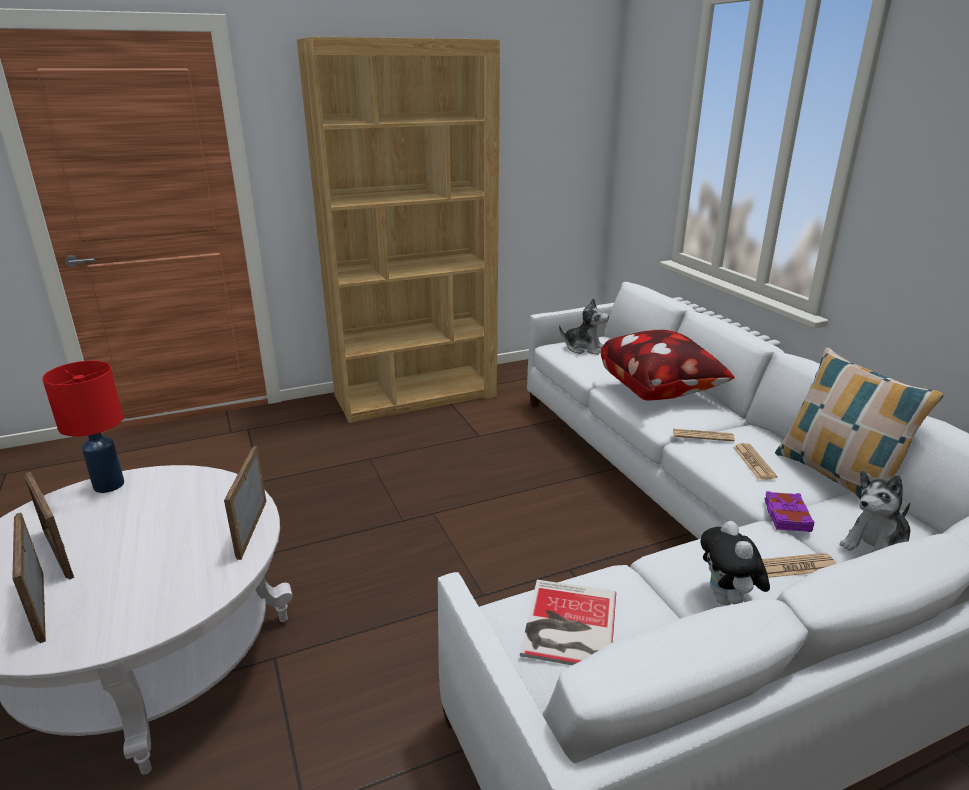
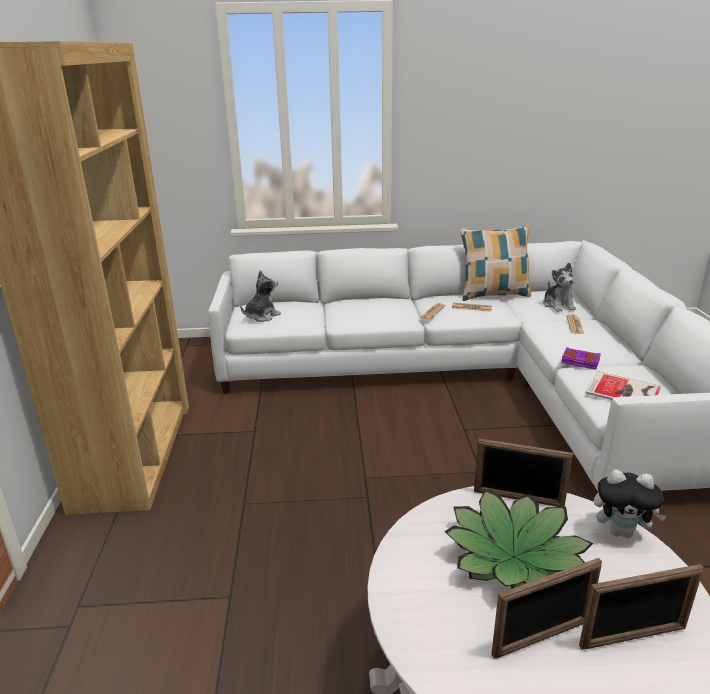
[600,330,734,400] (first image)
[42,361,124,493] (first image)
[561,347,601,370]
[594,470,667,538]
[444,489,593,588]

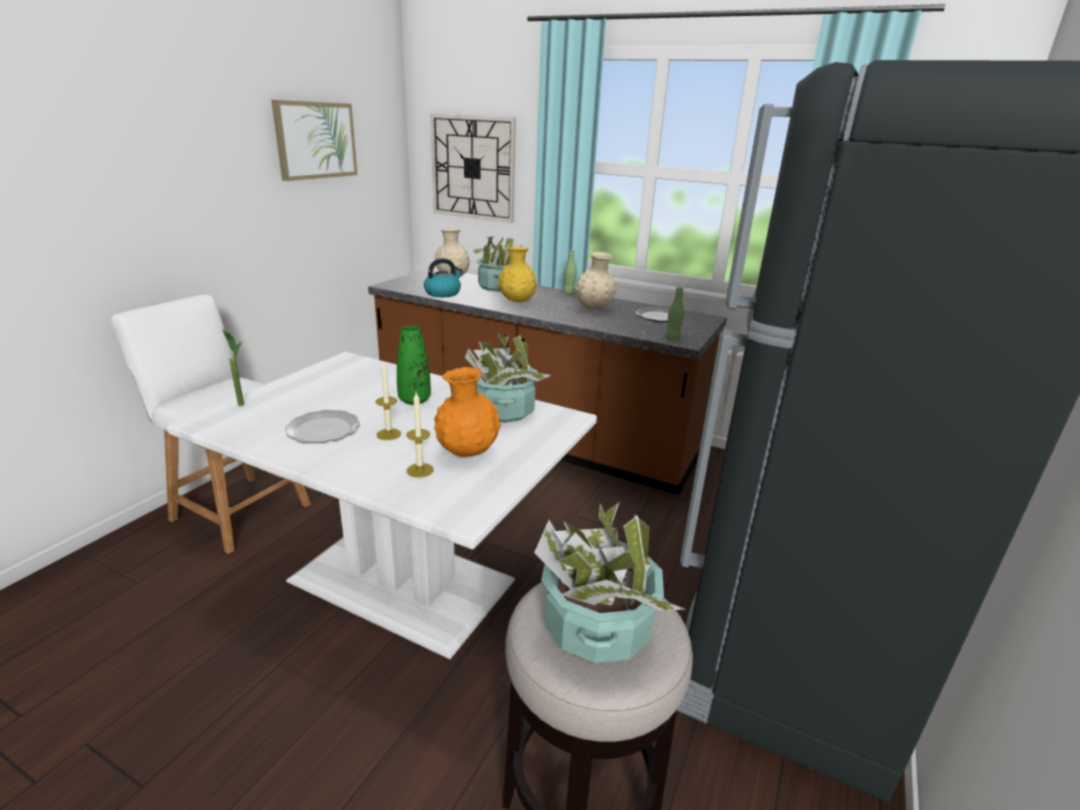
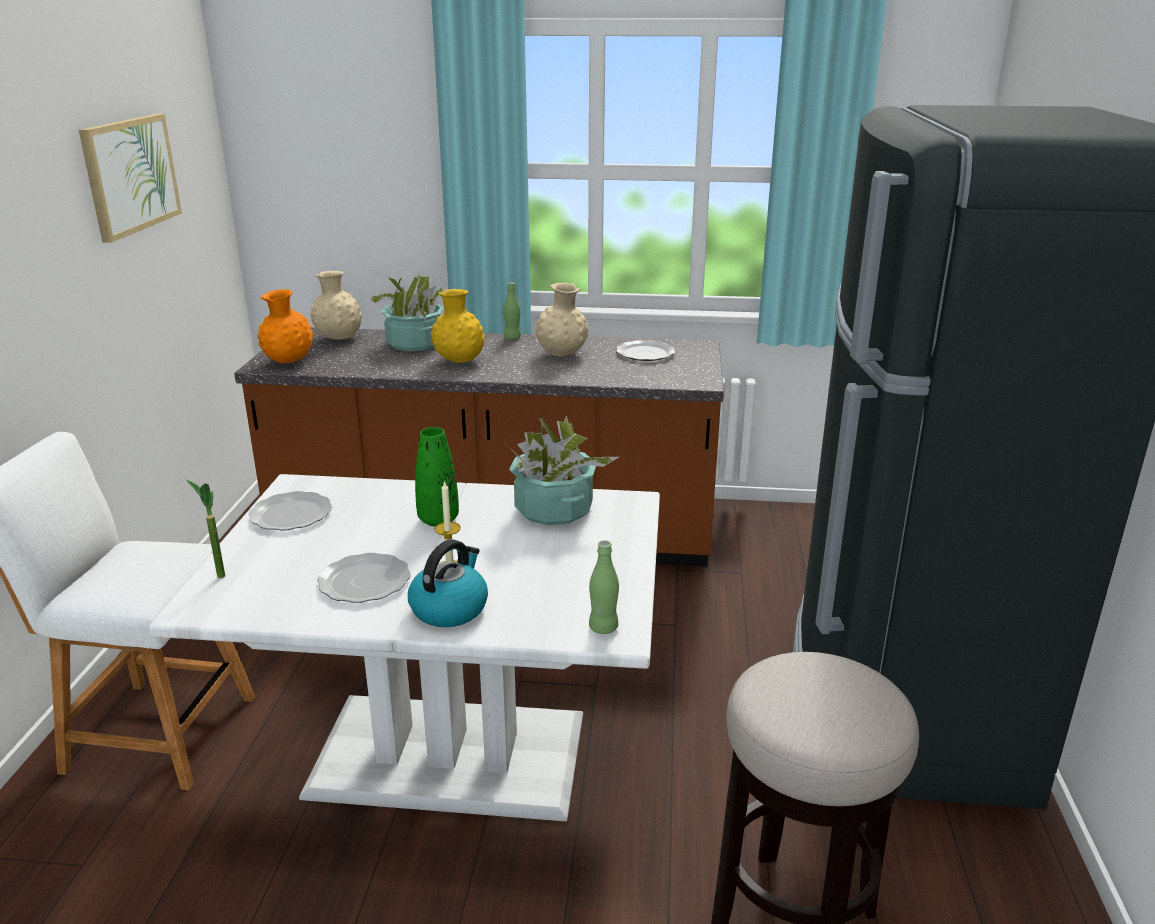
[430,114,516,223] (first image)
[408,539,488,627]
[589,540,619,634]
[257,289,314,364]
[407,393,434,478] (first image)
[534,502,686,663] (first image)
[248,491,332,531]

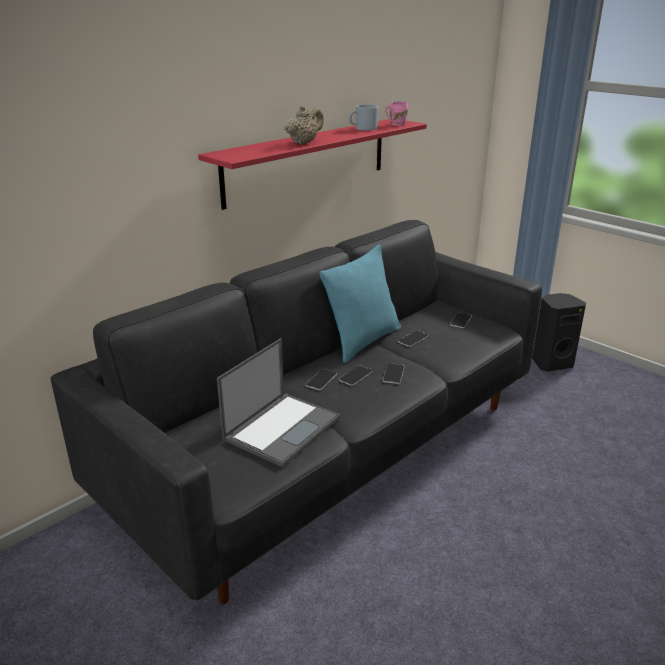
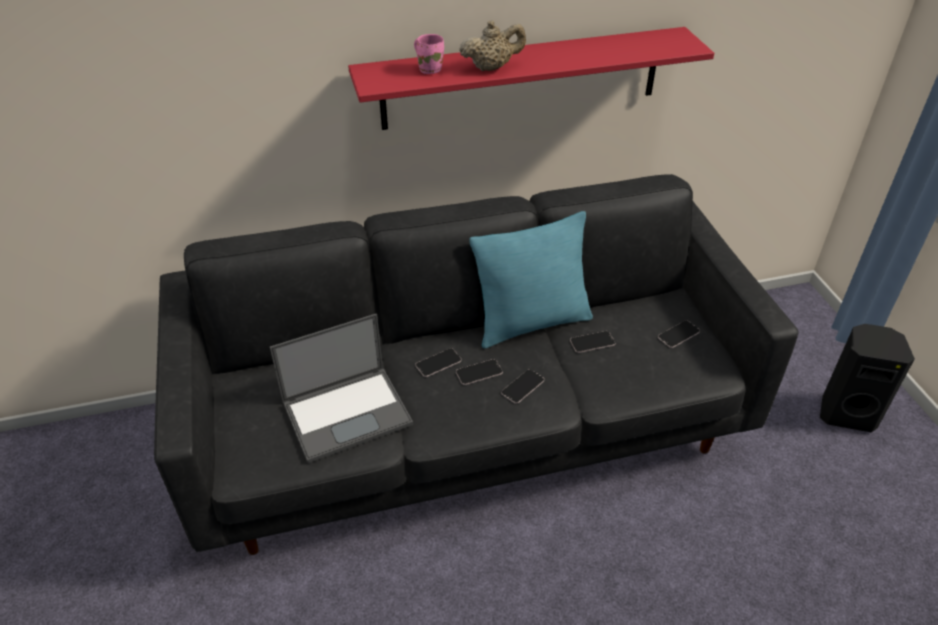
[414,34,444,74]
[349,104,378,131] (first image)

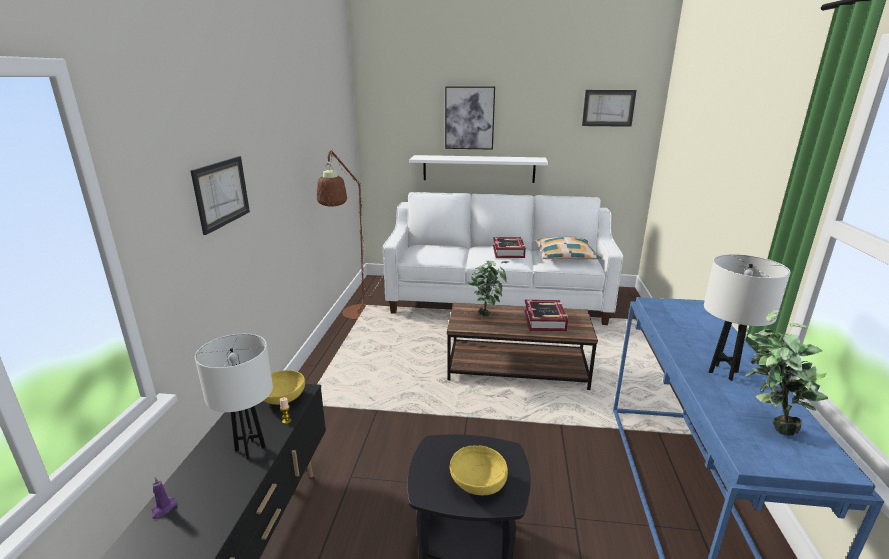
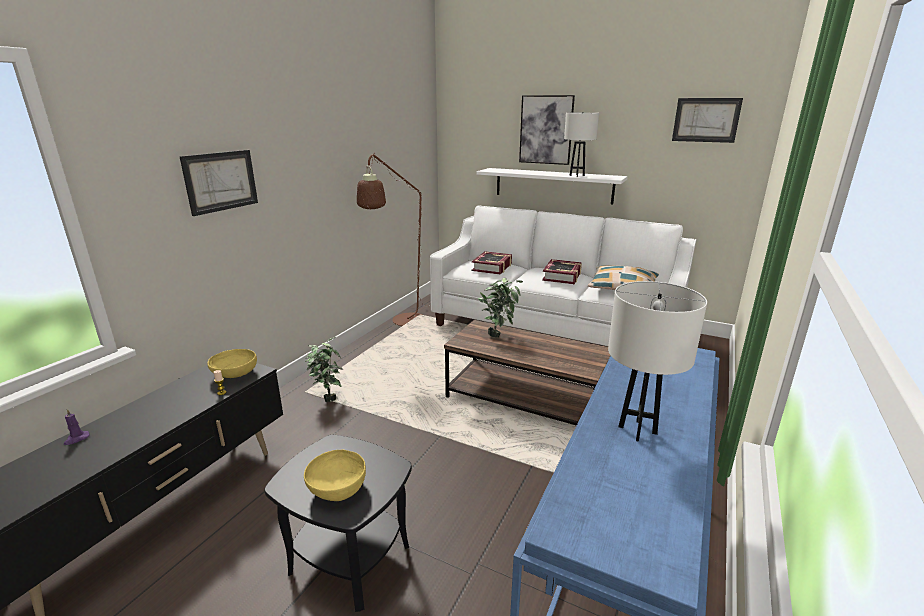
[472,251,512,275]
[305,337,343,402]
[564,112,599,177]

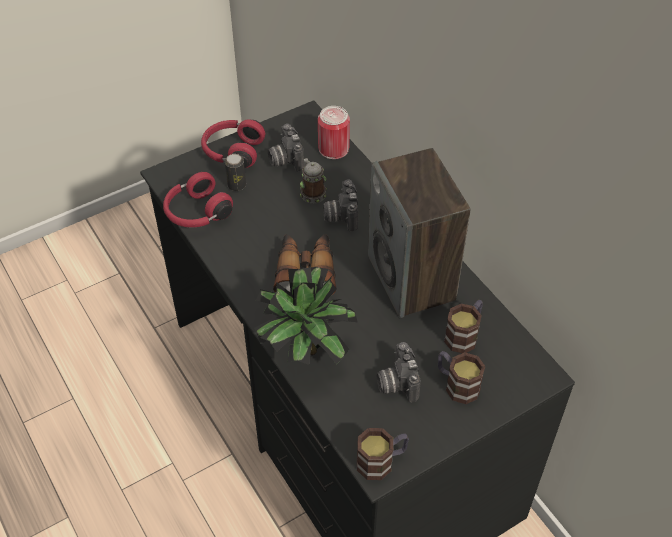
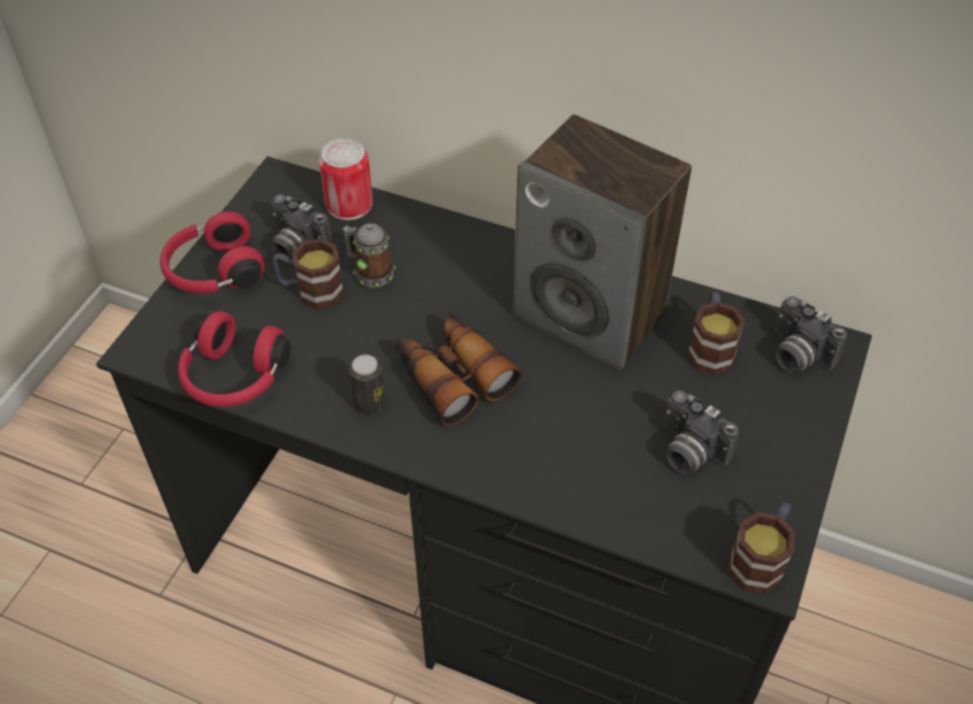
[349,355,386,415]
[775,296,847,373]
[254,267,357,365] (first image)
[272,239,344,309]

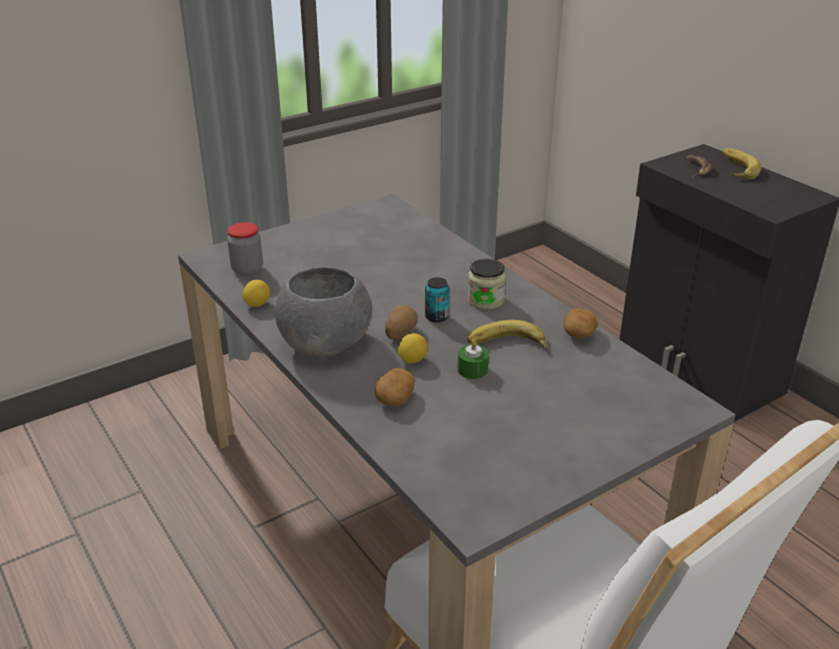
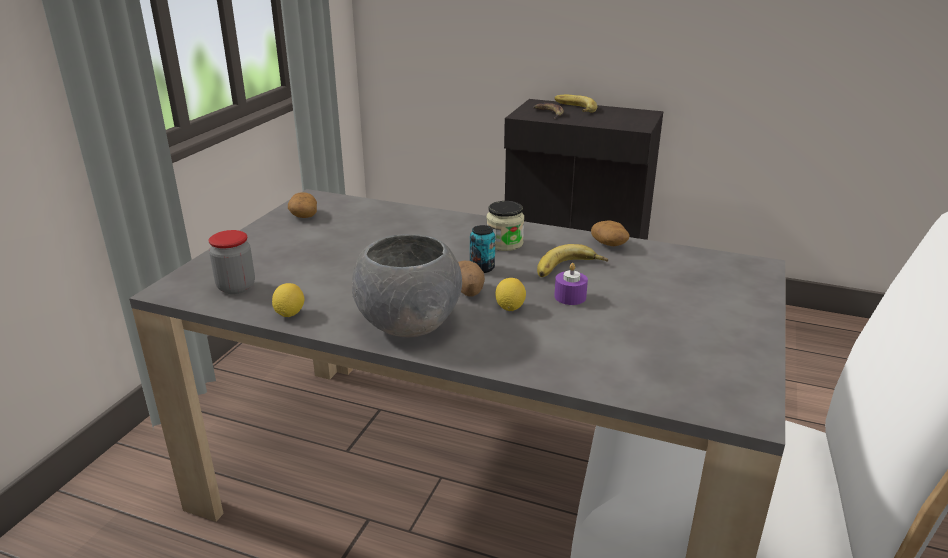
[554,263,588,305]
[288,192,317,218]

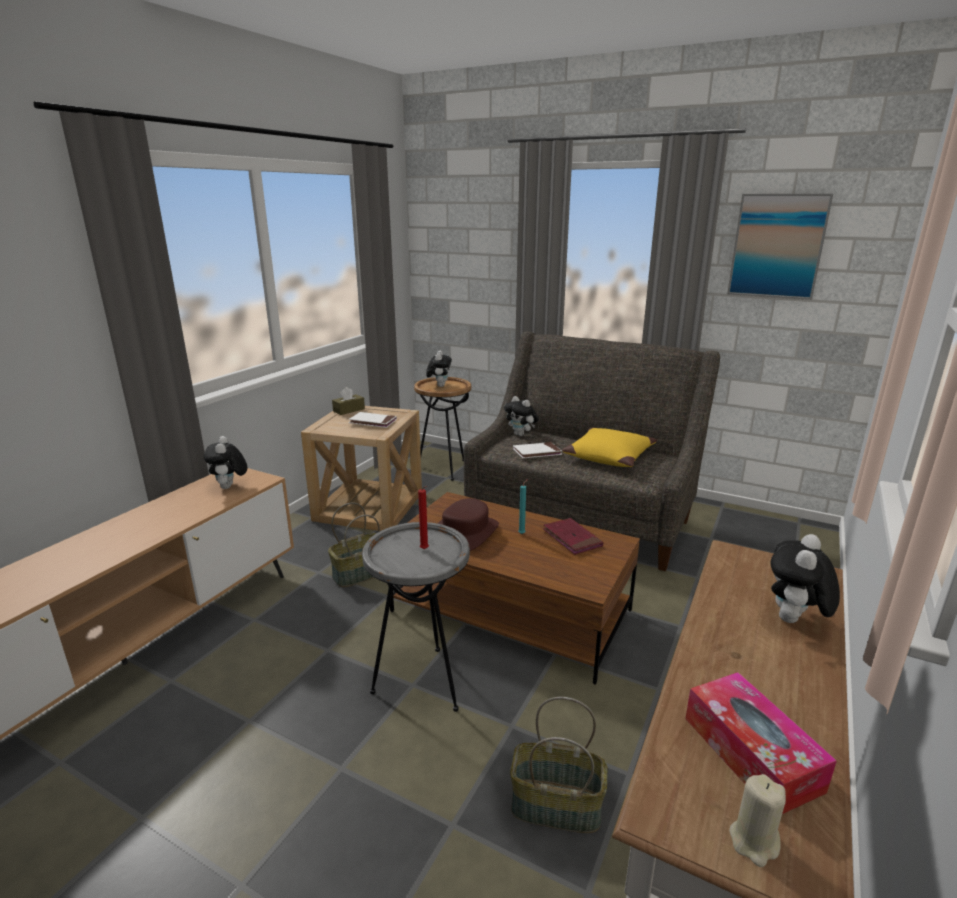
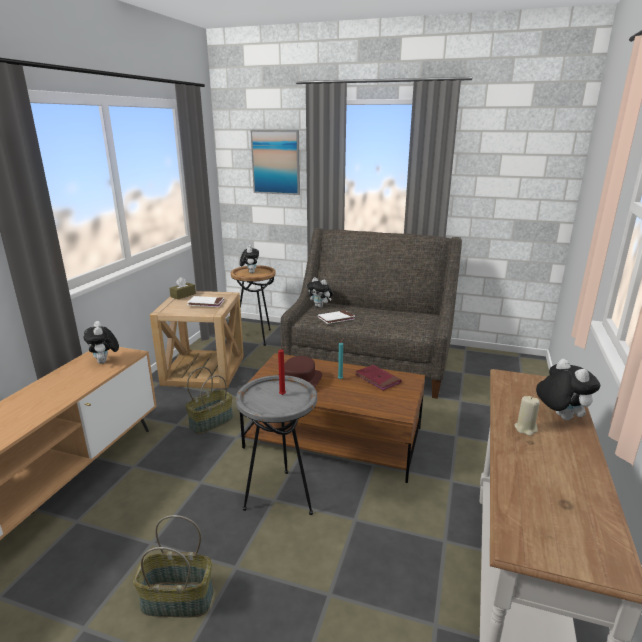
[250,130,300,195]
[562,428,657,467] (first image)
[536,359,600,420]
[685,672,837,814] (first image)
[133,515,213,617]
[514,396,540,436]

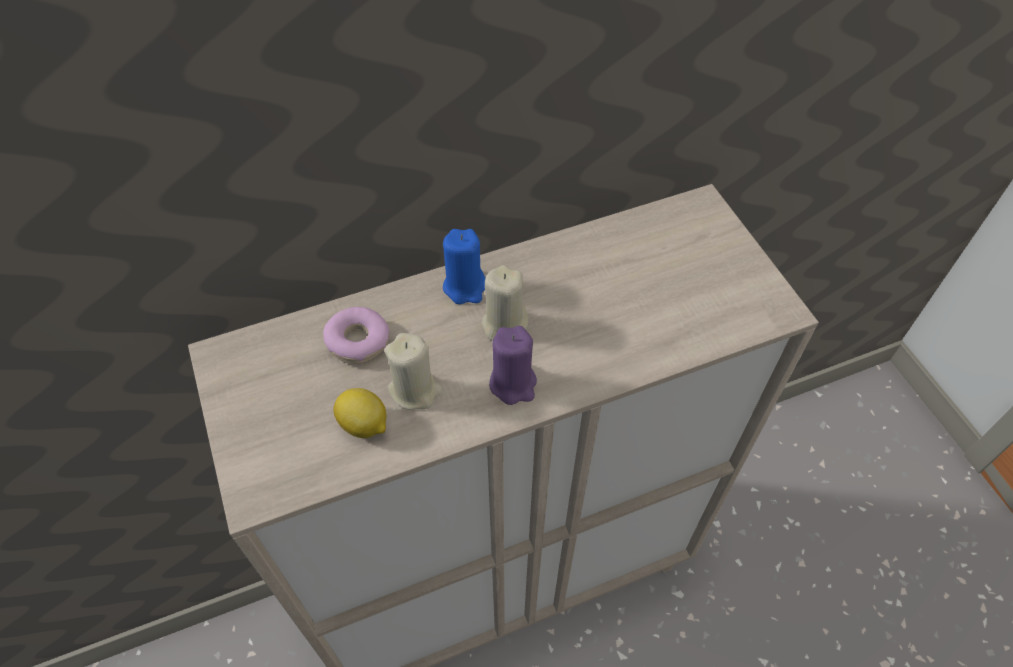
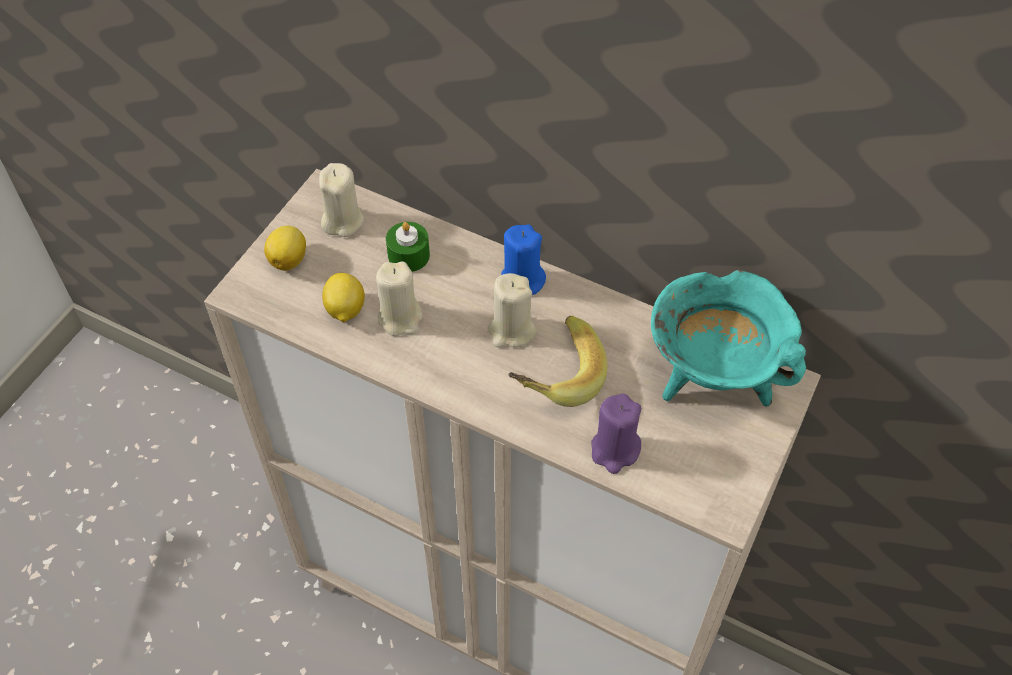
[386,222,430,272]
[591,393,641,474]
[319,163,364,237]
[264,226,306,271]
[651,270,806,407]
[508,316,607,407]

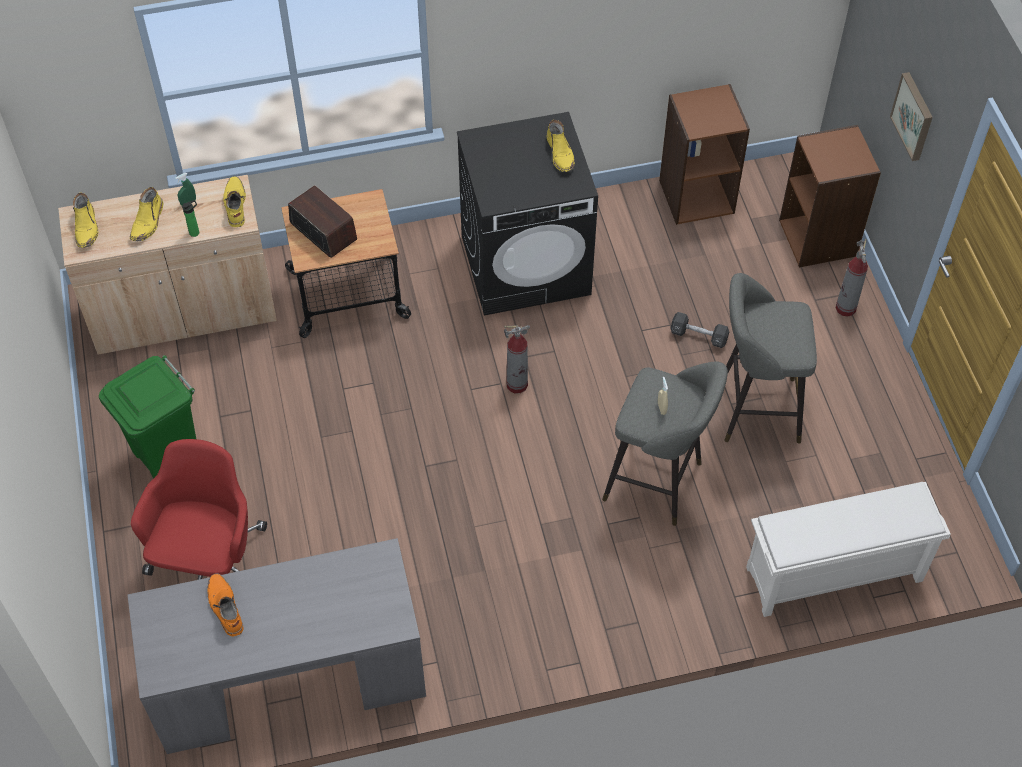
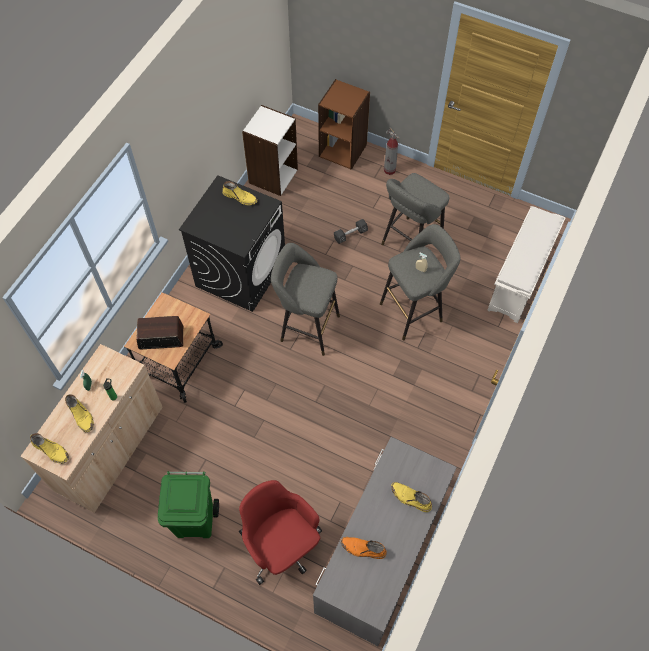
[890,72,933,161] (first image)
[242,105,298,196]
[391,482,432,512]
[271,243,340,356]

